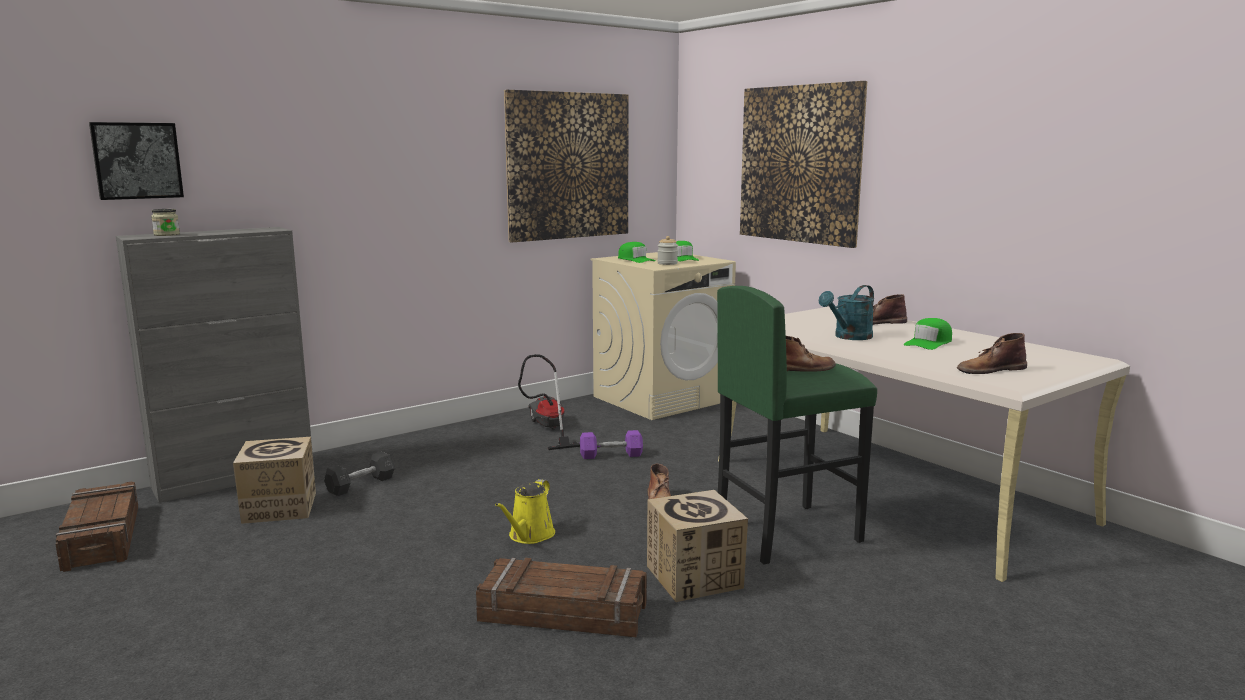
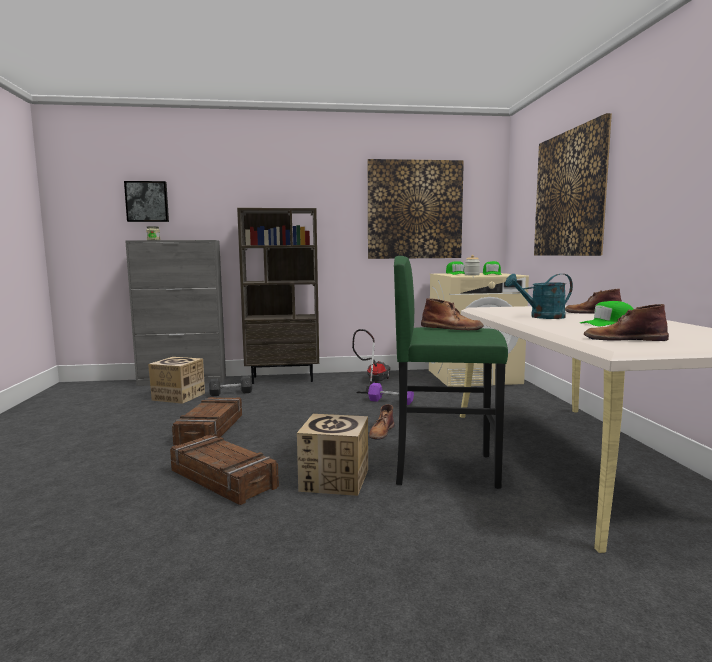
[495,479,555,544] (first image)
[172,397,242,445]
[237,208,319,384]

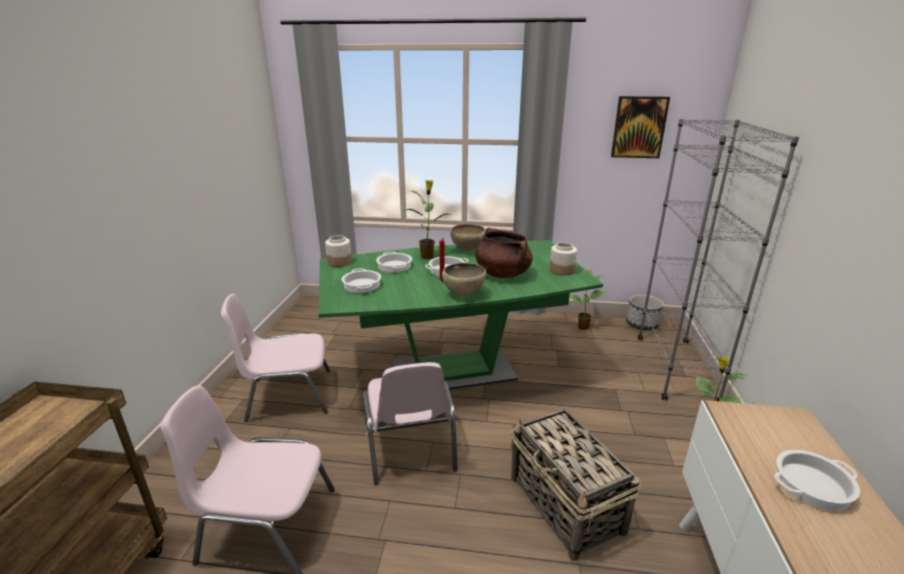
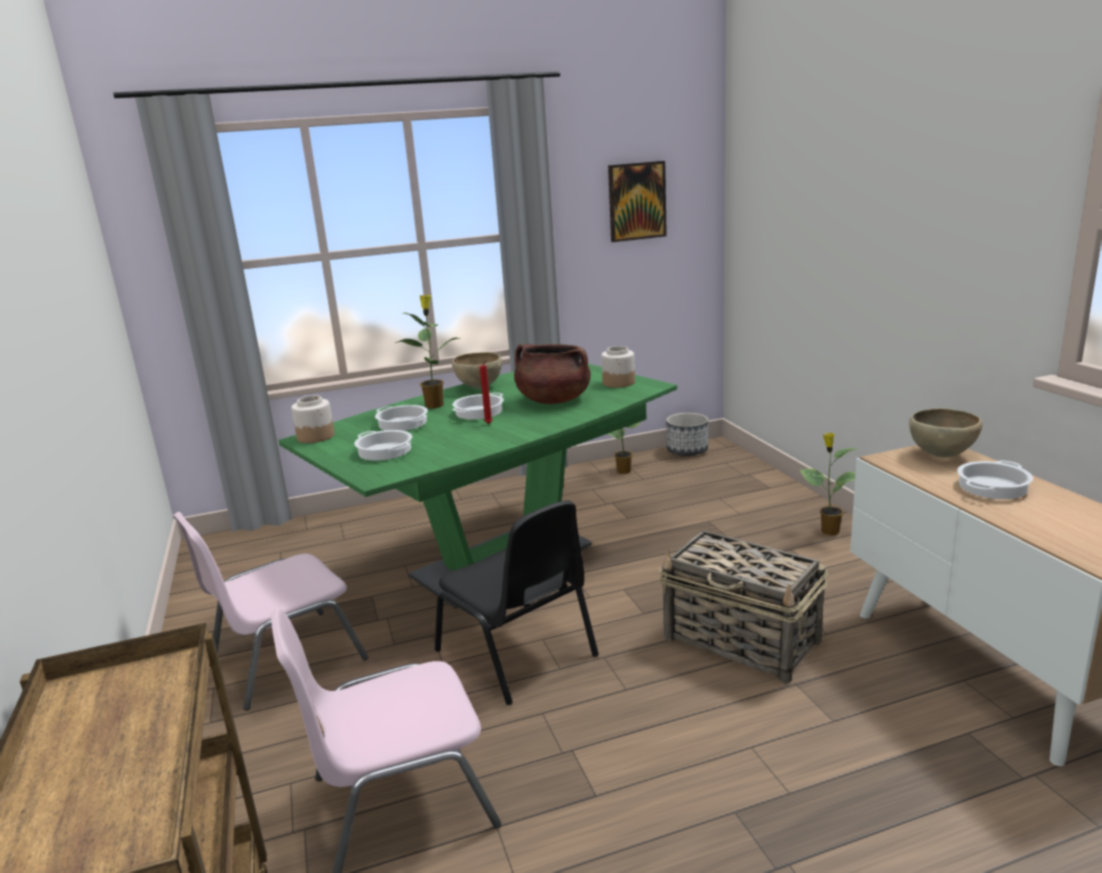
[638,119,799,401] (first image)
[909,408,982,458]
[435,500,599,705]

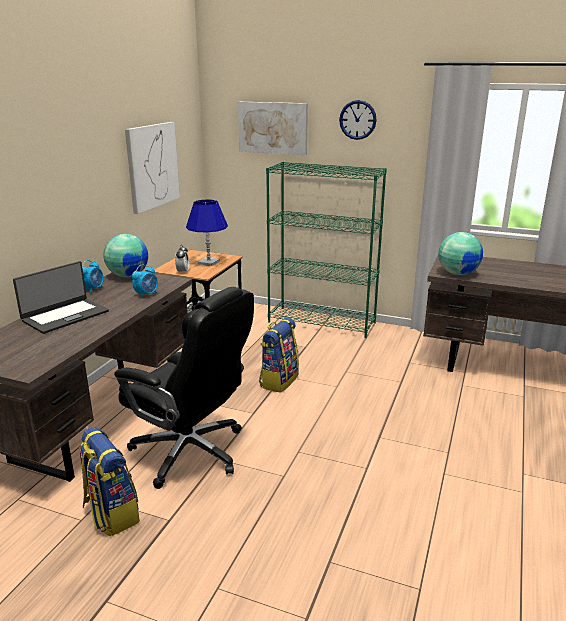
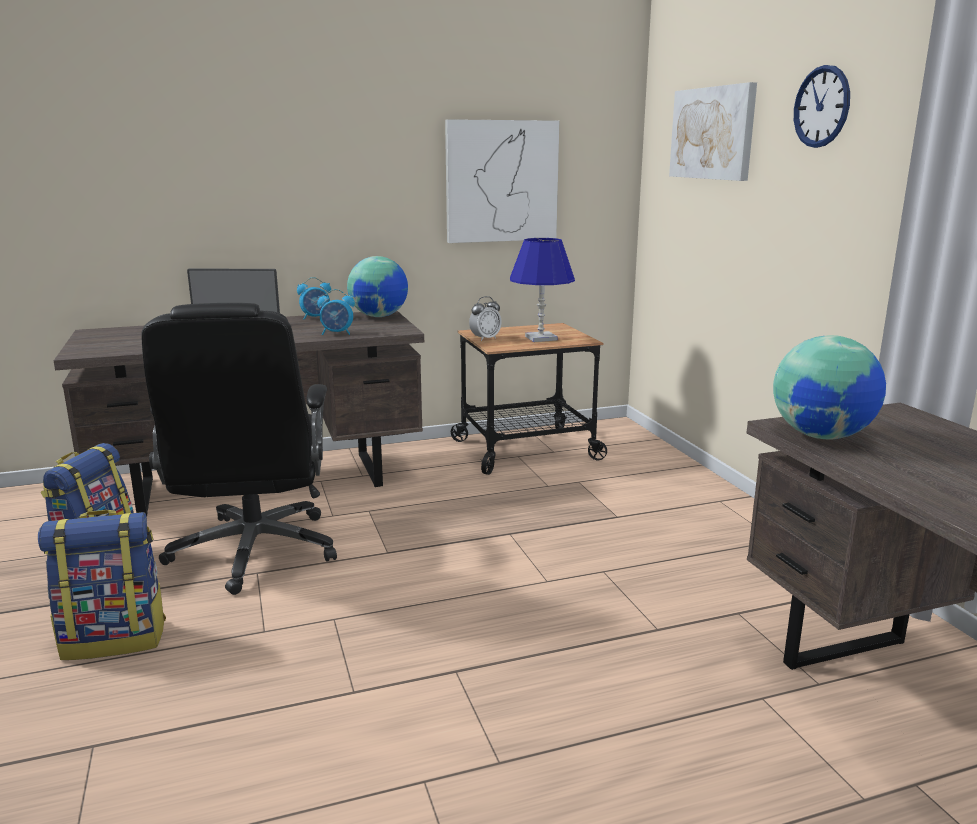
[266,162,387,338] (first image)
[38,510,166,660]

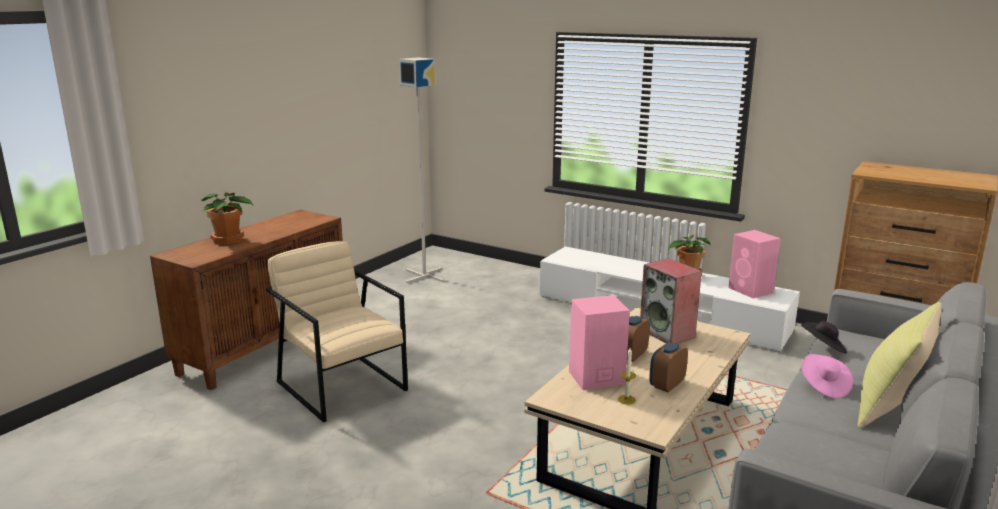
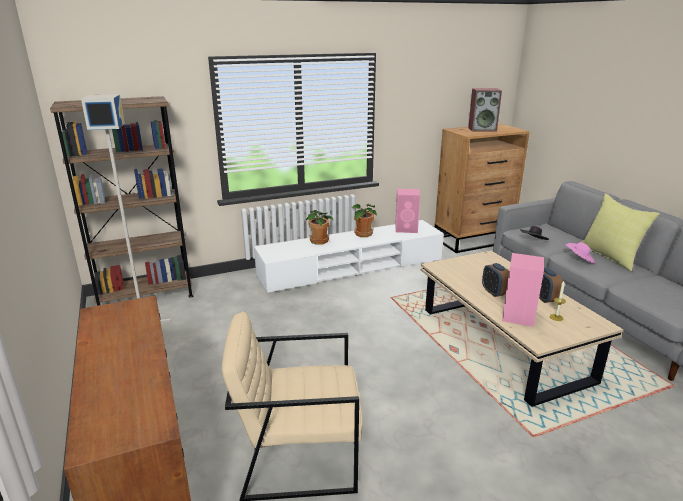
[306,210,333,245]
[468,88,502,132]
[50,96,193,306]

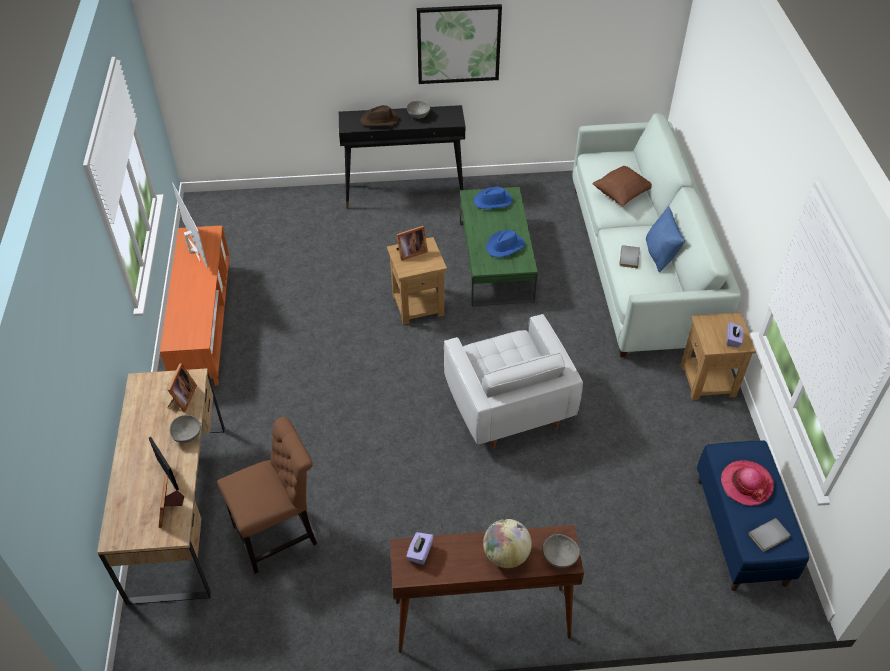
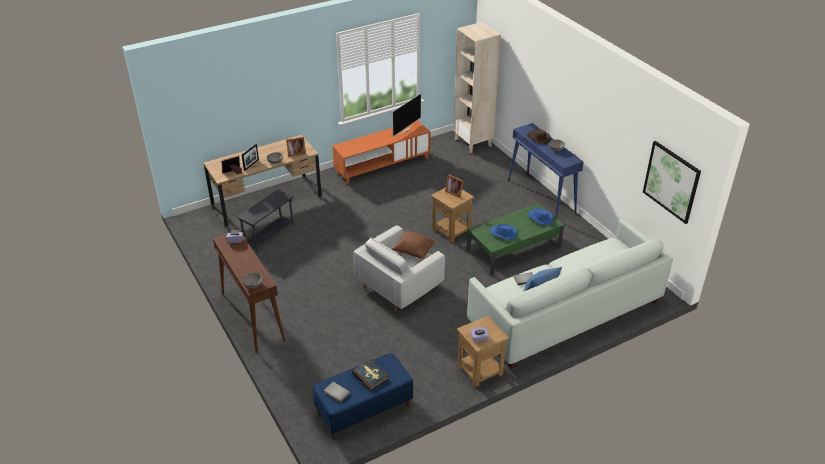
[643,141,701,224]
[508,123,584,218]
[392,231,435,259]
[237,190,294,251]
[352,359,389,390]
[483,519,532,568] (first image)
[454,22,501,153]

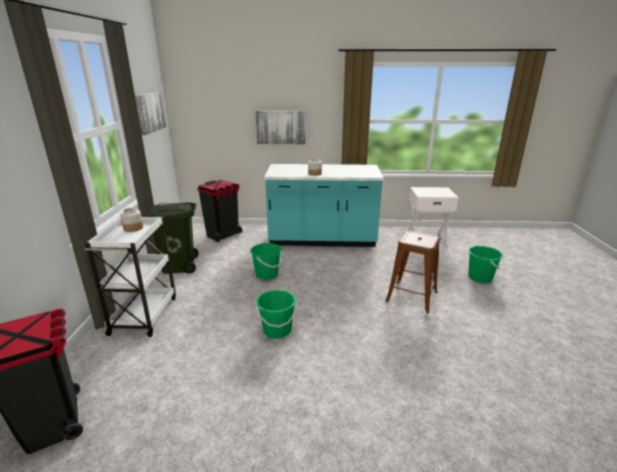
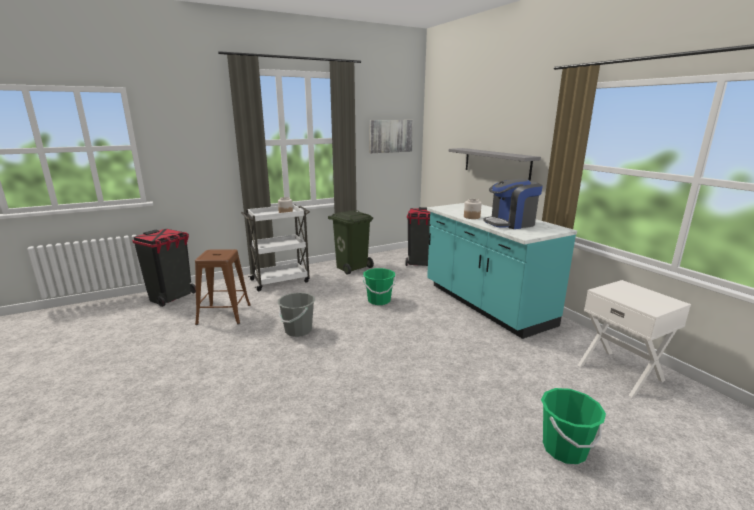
[449,148,541,181]
[195,249,251,325]
[278,292,315,337]
[483,179,543,229]

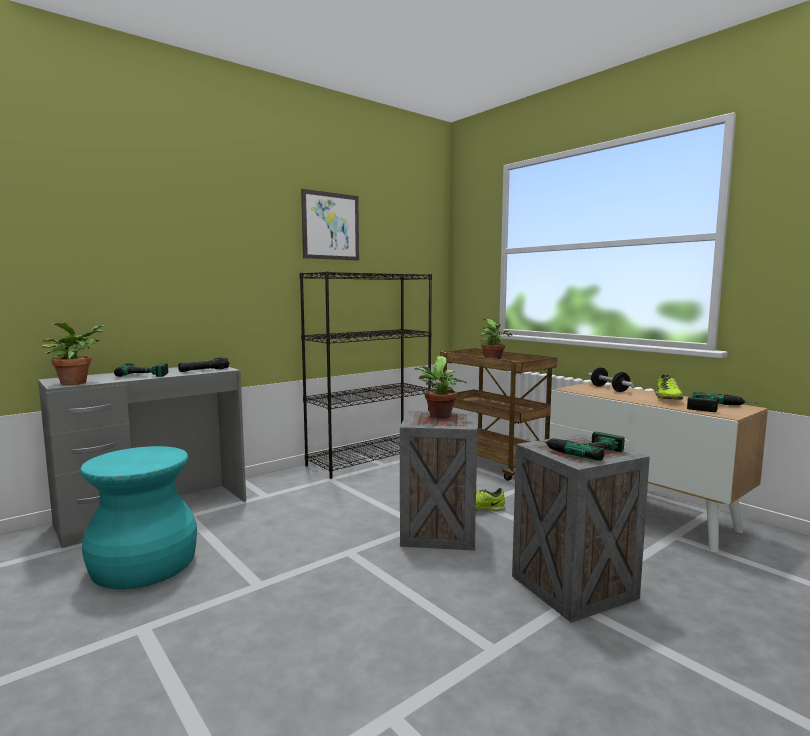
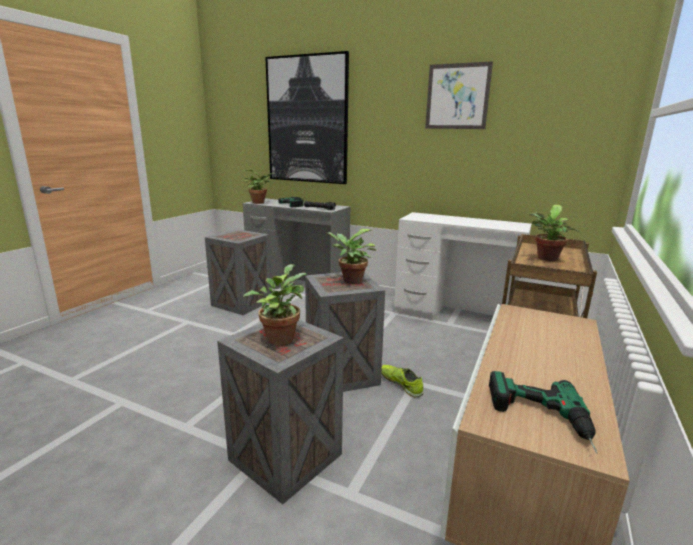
[394,212,532,320]
[588,368,635,392] (first image)
[655,374,683,400] (first image)
[243,264,307,346]
[205,229,272,315]
[265,51,349,184]

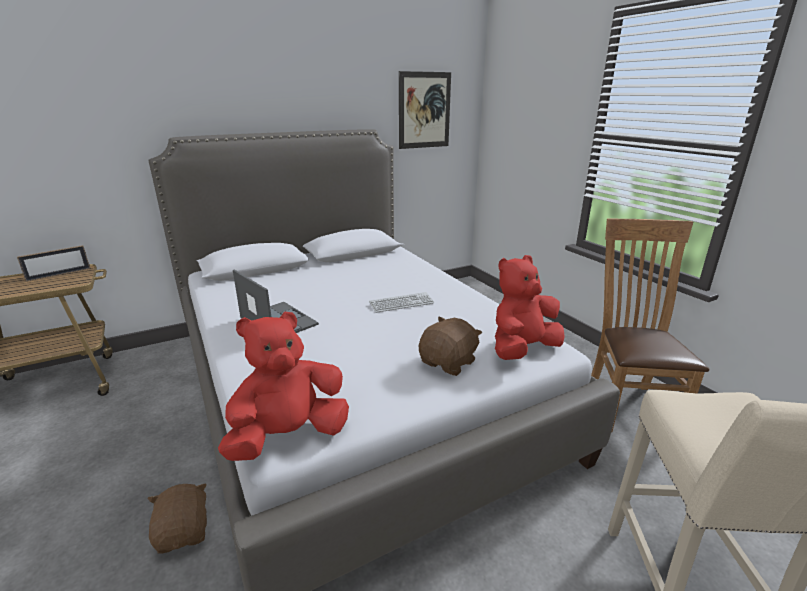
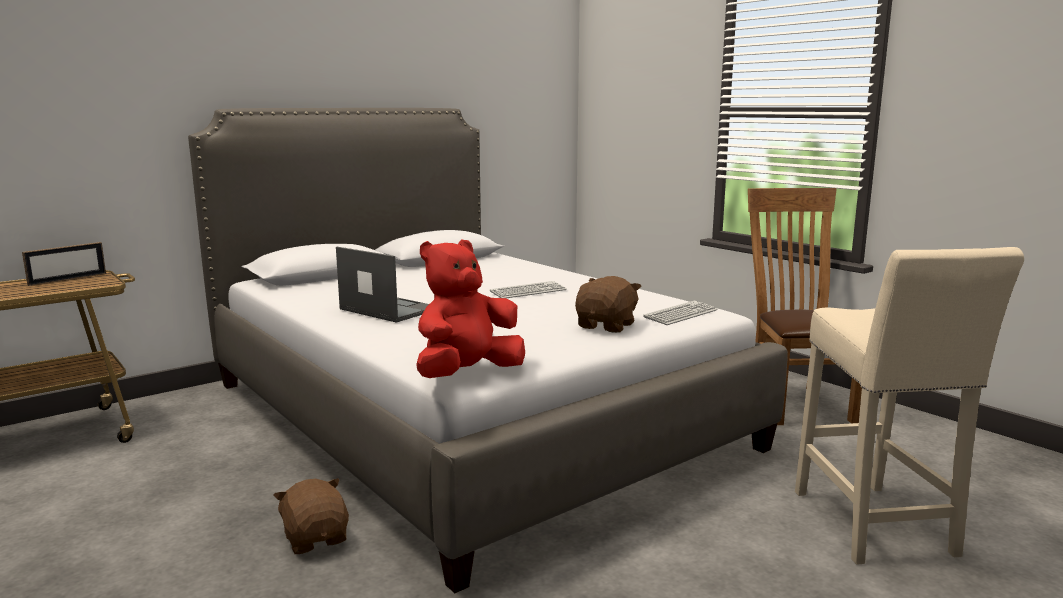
[399,71,451,149] (first image)
[643,301,717,325]

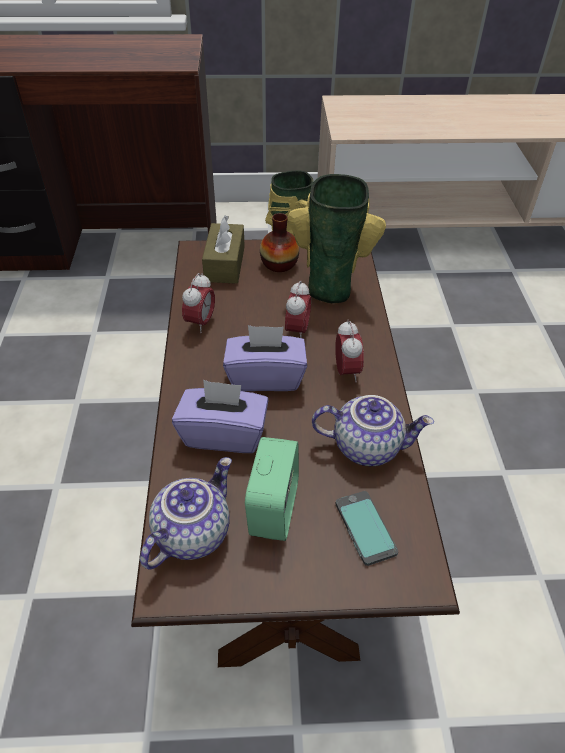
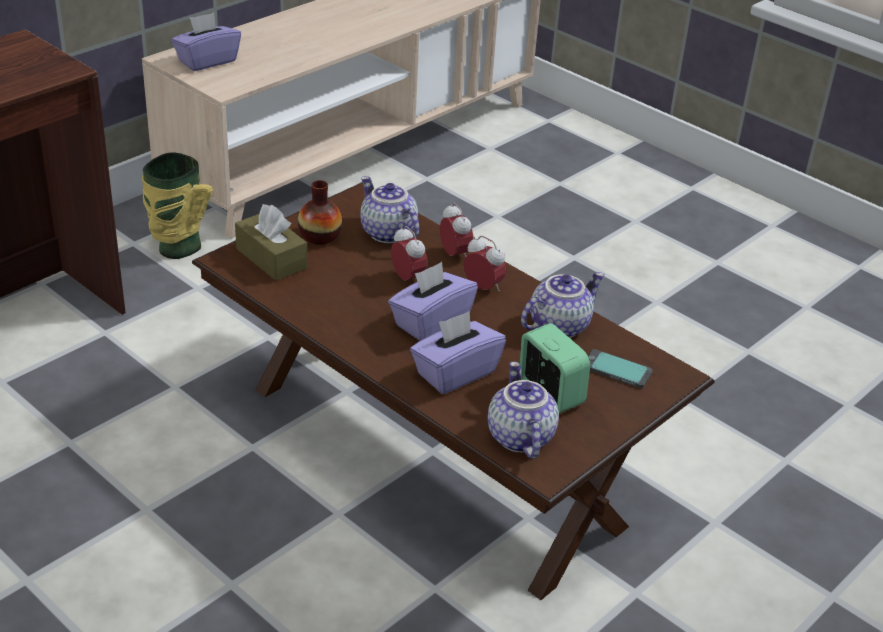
[360,176,419,243]
[440,203,473,257]
[171,12,241,71]

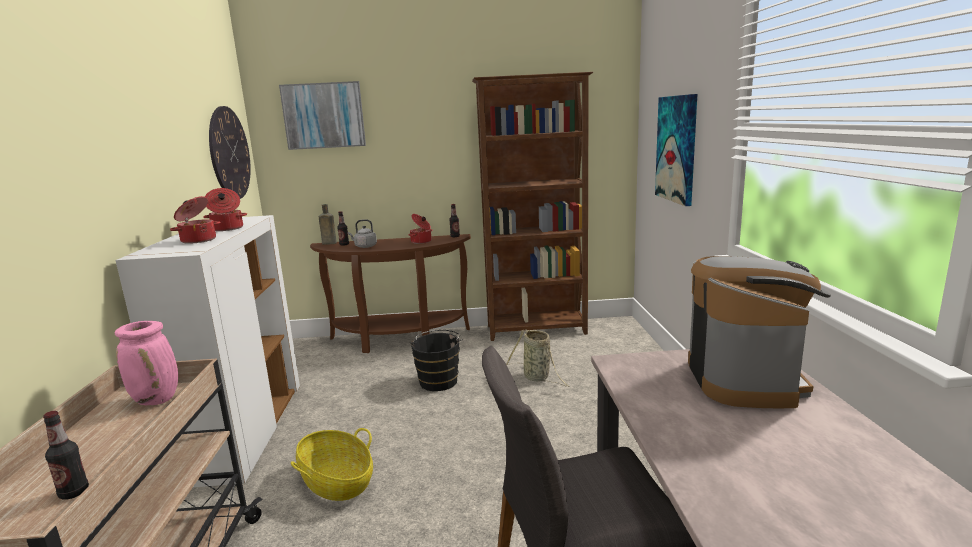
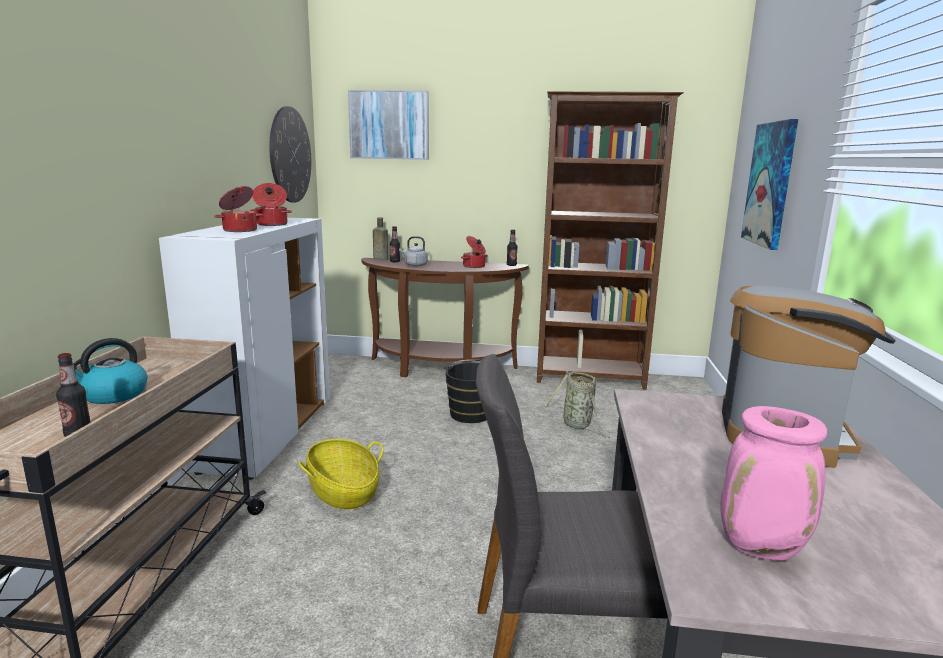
[720,406,827,561]
[73,338,147,404]

